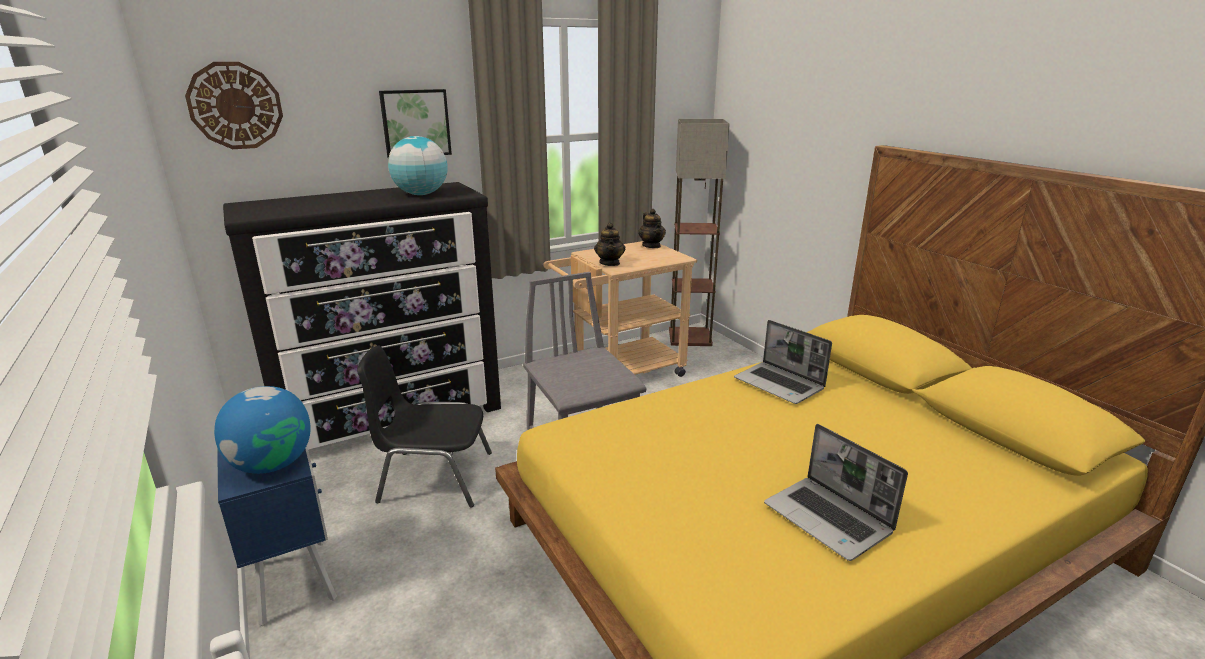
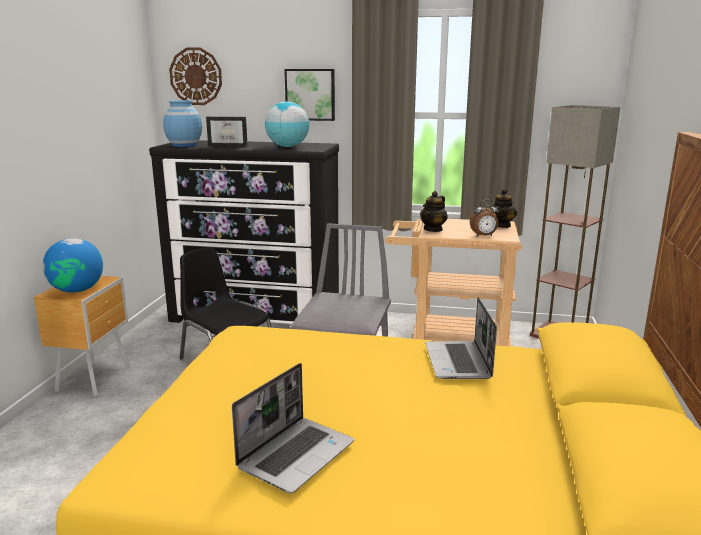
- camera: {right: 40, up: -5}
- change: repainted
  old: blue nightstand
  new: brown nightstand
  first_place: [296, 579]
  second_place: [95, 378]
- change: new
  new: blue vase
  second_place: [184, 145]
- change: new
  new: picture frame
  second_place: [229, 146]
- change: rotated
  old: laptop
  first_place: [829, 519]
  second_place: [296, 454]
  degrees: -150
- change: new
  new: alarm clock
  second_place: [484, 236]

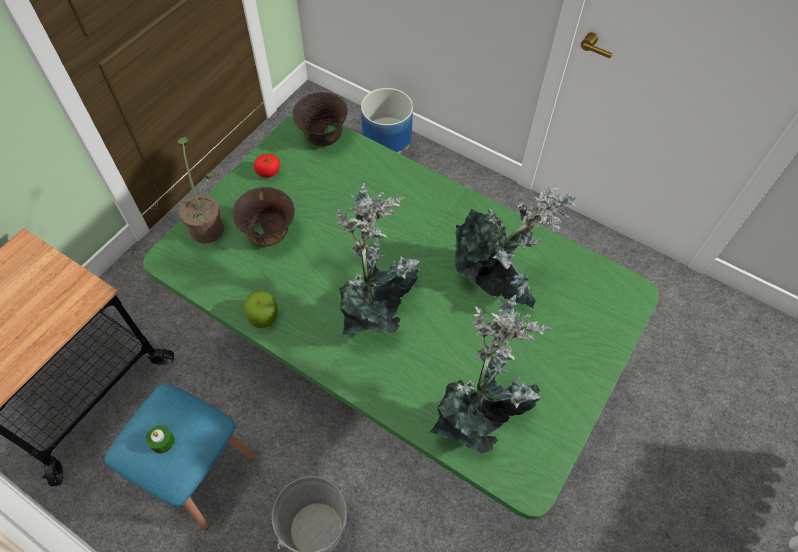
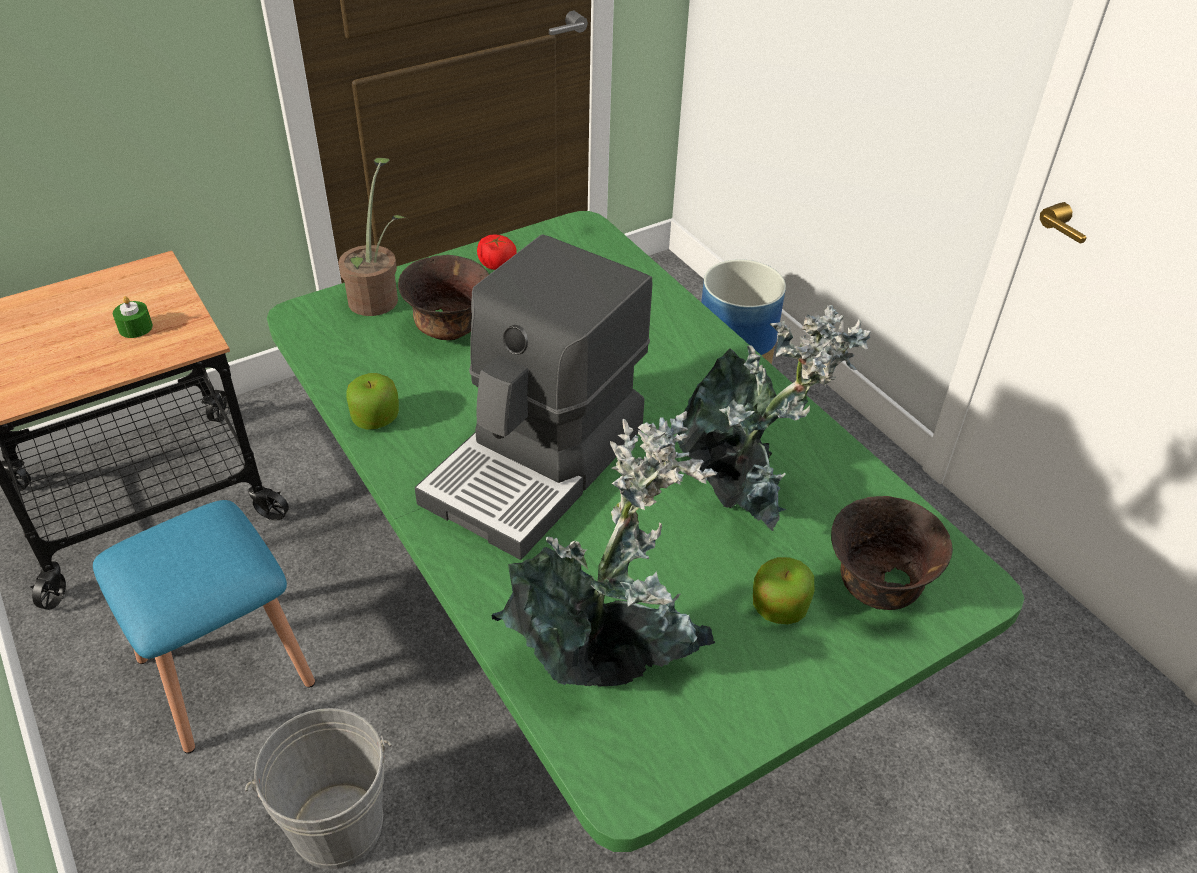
- camera: {right: 25, up: -15}
- change: shifted
  old: green candle
  first_place: [162, 441]
  second_place: [135, 328]
- change: swapped
  old: potted plant
  new: coffee machine
  first_place: [377, 309]
  second_place: [538, 465]
- change: new
  new: apple
  second_place: [779, 607]
- change: shifted
  old: brown bowl
  first_place: [323, 138]
  second_place: [876, 590]

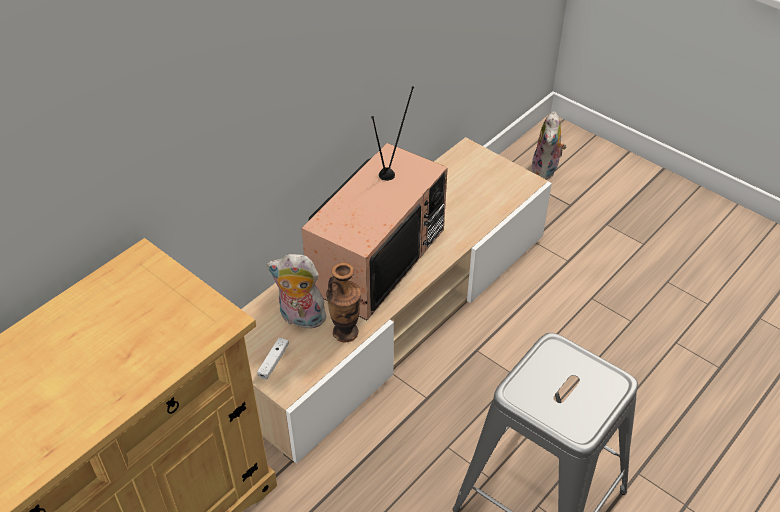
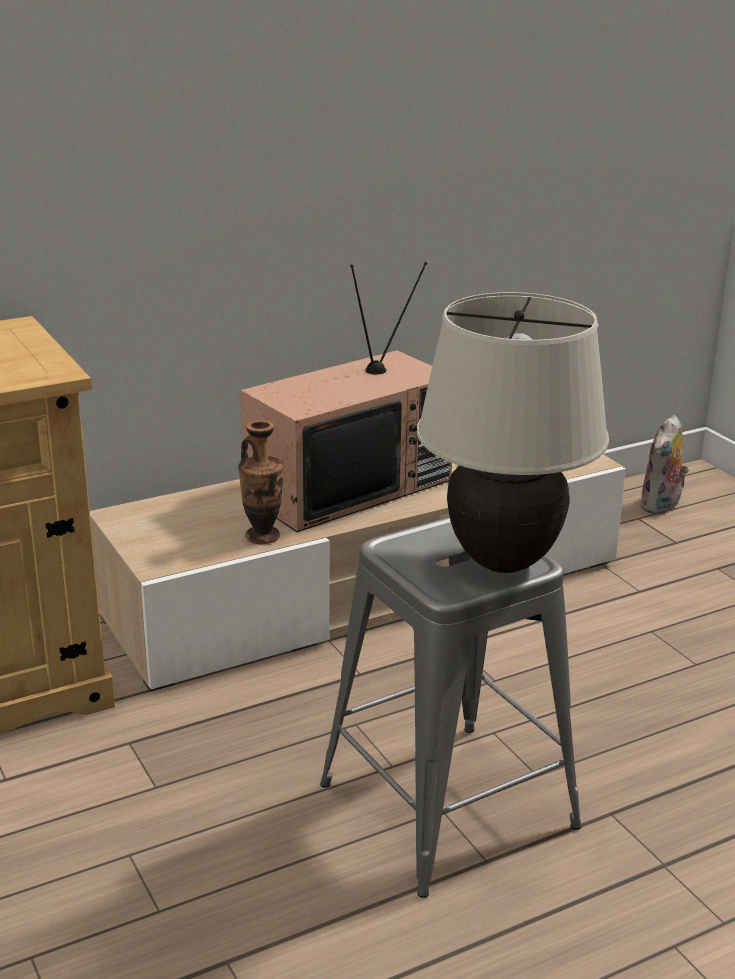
- camera: {right: 20, up: -20}
- change: new
  new: beige table lamp
  second_place: [502, 562]
- change: gone
  old: white game controller
  first_place: [273, 361]
- change: gone
  old: plush toy
  first_place: [300, 319]

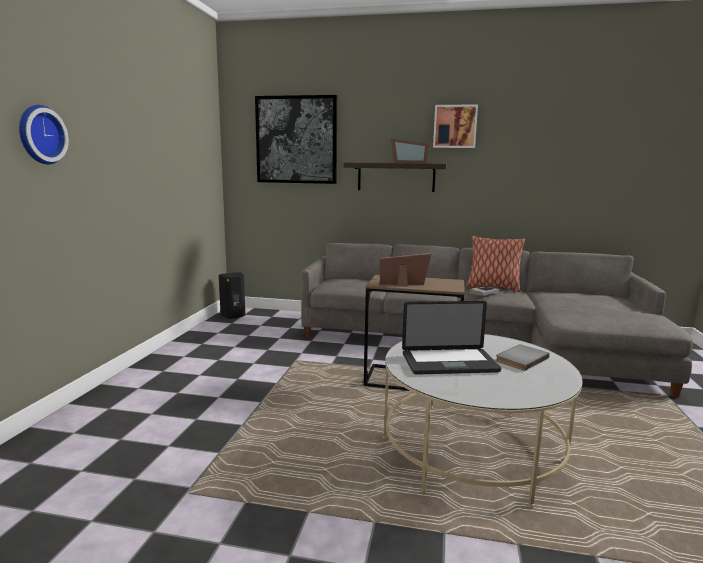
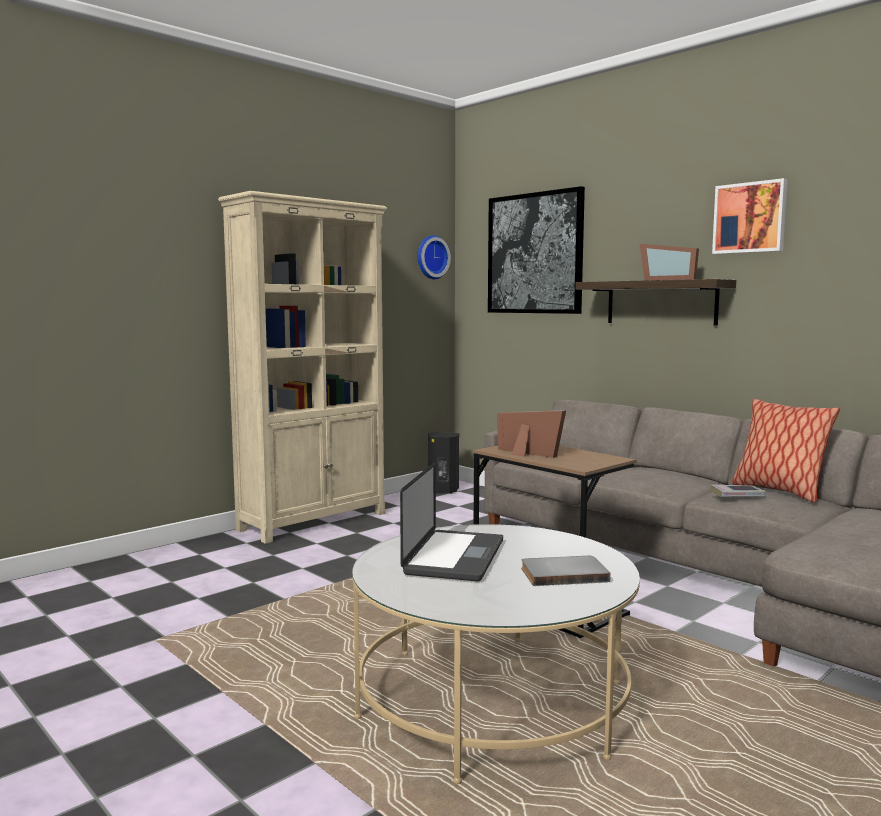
- camera: {right: 35, up: -5}
- change: new
  new: beige bookcase
  second_place: [314, 521]
- change: rotated
  old: laptop
  first_place: [449, 363]
  second_place: [455, 557]
  degrees: -105
- change: shifted
  old: wall clock
  first_place: [39, 135]
  second_place: [431, 257]

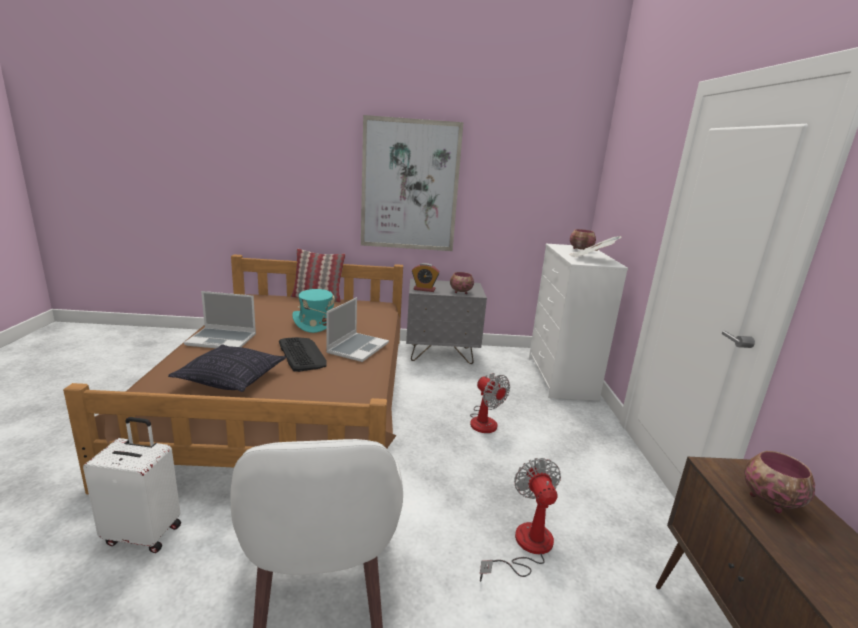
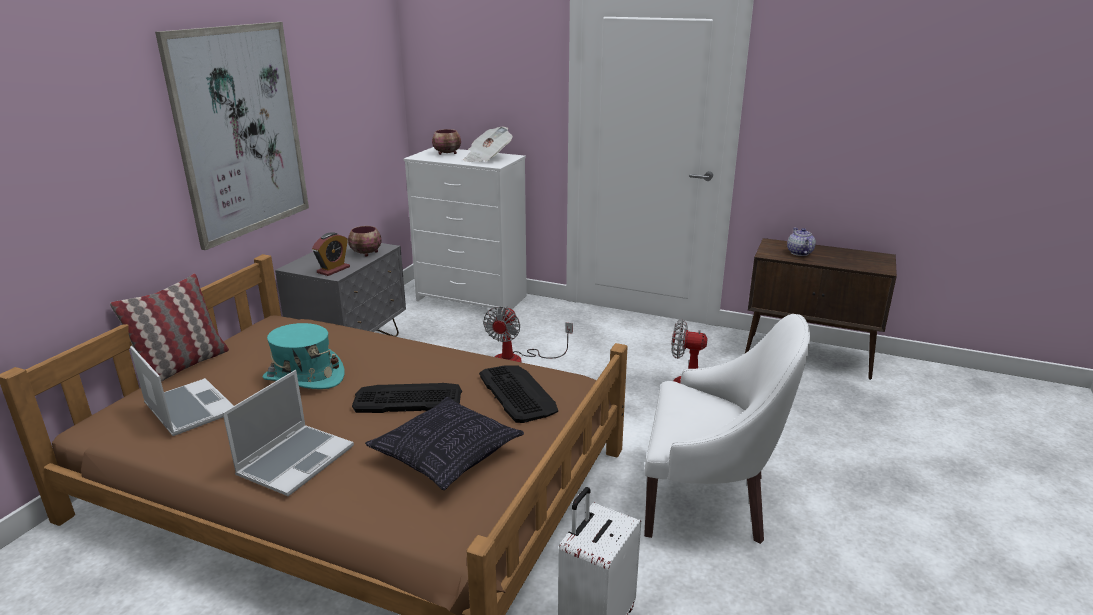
- camera: {right: -65, up: 5}
- change: shifted
  old: laptop
  first_place: [357, 348]
  second_place: [188, 409]
- change: new
  new: keyboard
  second_place: [517, 393]
- change: rotated
  old: fan
  first_place: [485, 420]
  second_place: [517, 360]
  degrees: 120
- change: swapped
  old: bowl
  new: teapot
  first_place: [769, 500]
  second_place: [799, 253]

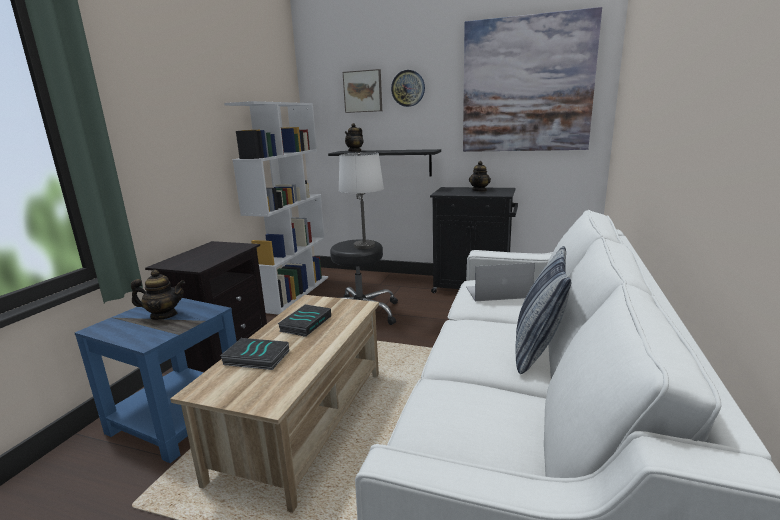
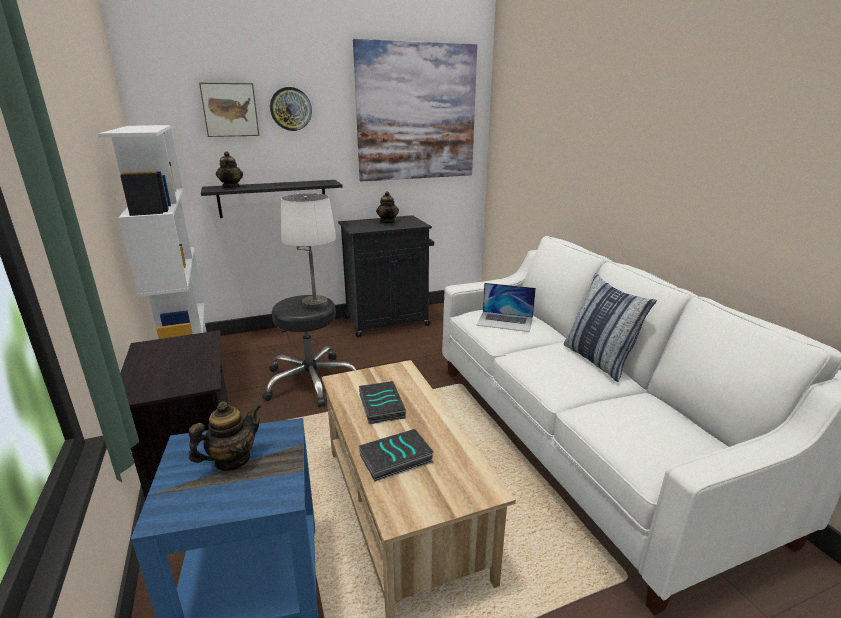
- camera: {right: -40, up: 5}
- change: rotated
  old: laptop
  first_place: [497, 292]
  second_place: [505, 321]
  degrees: -120

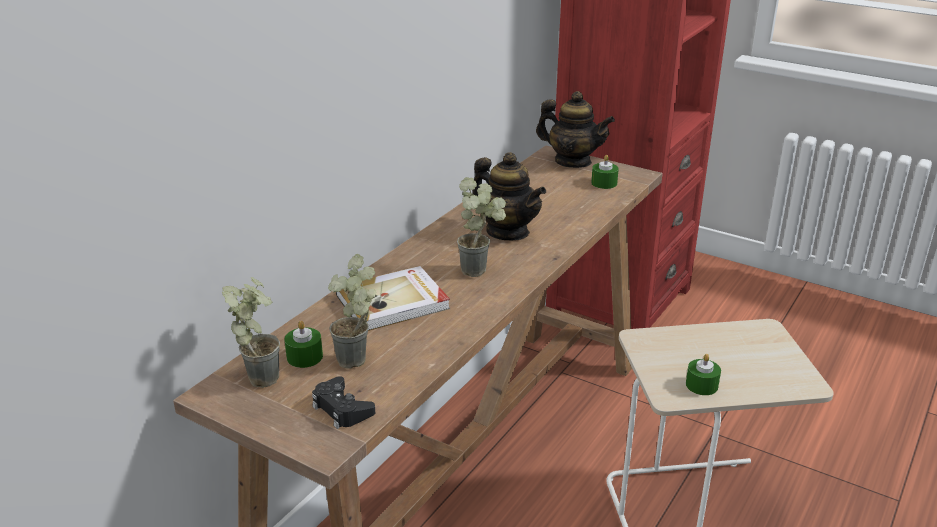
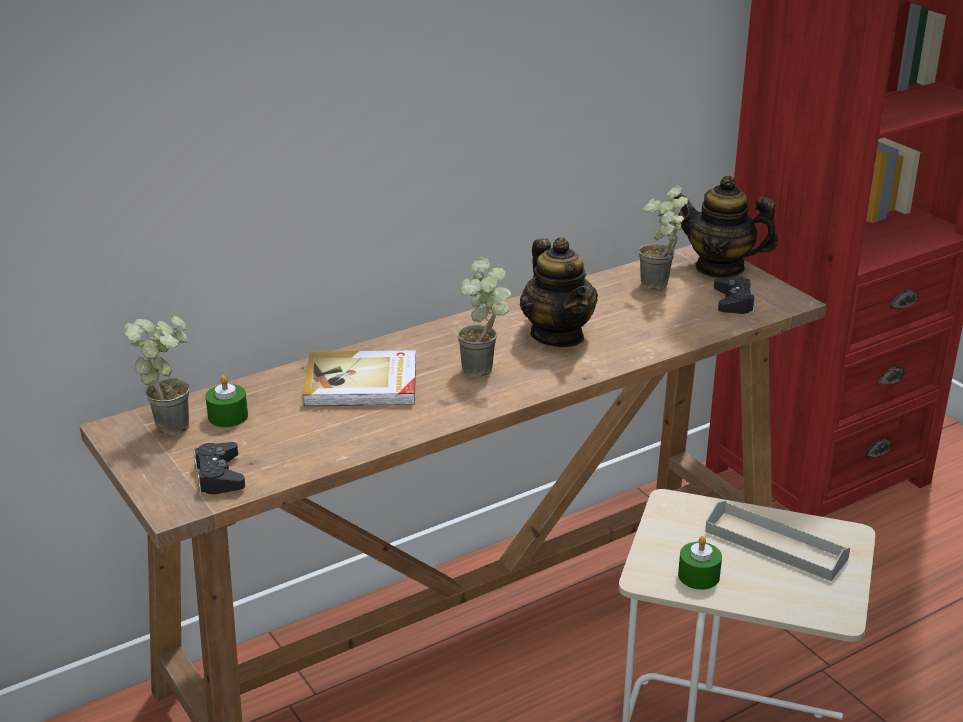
- camera: {right: 25, up: 0}
- change: shifted
  old: potted plant
  first_place: [359, 363]
  second_place: [660, 288]
- change: rotated
  old: teapot
  first_place: [572, 162]
  second_place: [720, 267]
  degrees: 150
- change: new
  new: grey tray
  second_place: [775, 545]
- change: swapped
  old: green candle
  new: black game controller
  first_place: [604, 183]
  second_place: [733, 302]

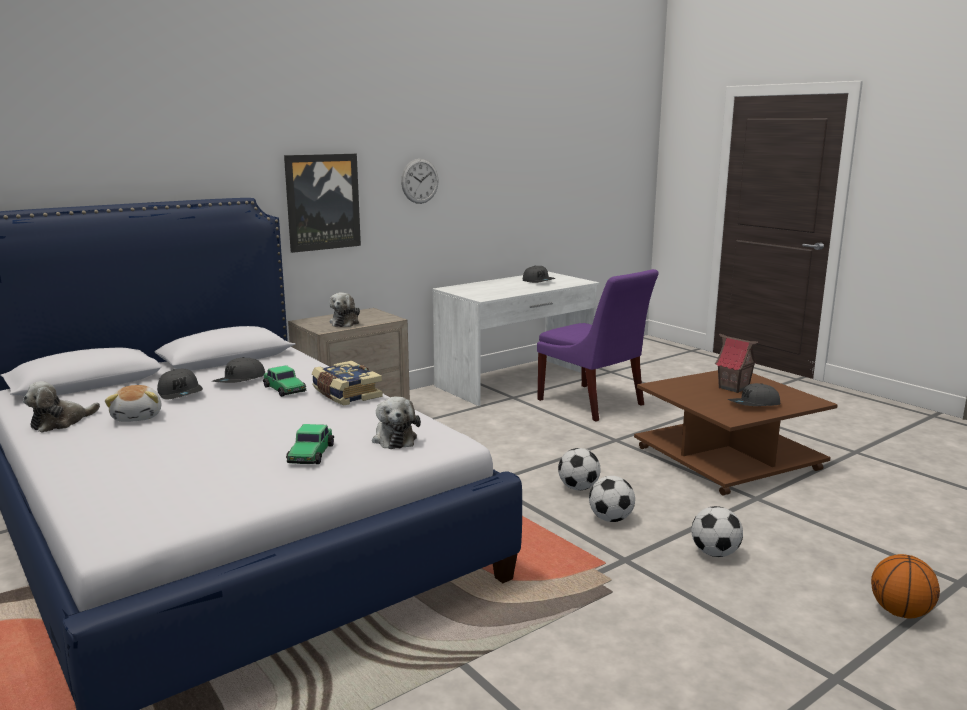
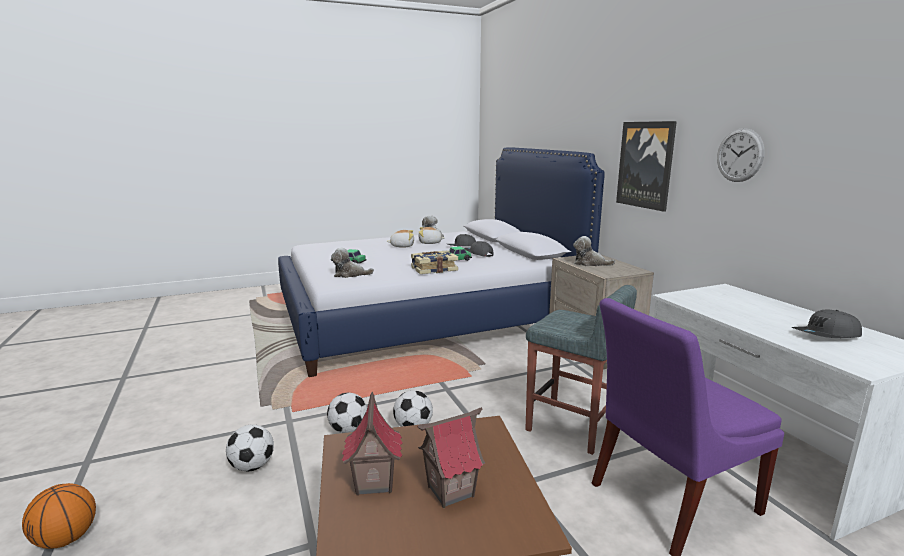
- camera: {right: 105, up: 0}
- change: swapped
  old: grey cap
  new: toy house
  first_place: [754, 405]
  second_place: [373, 482]
- change: new
  new: plush toy
  second_place: [402, 246]
- change: new
  new: grey stool
  second_place: [572, 427]

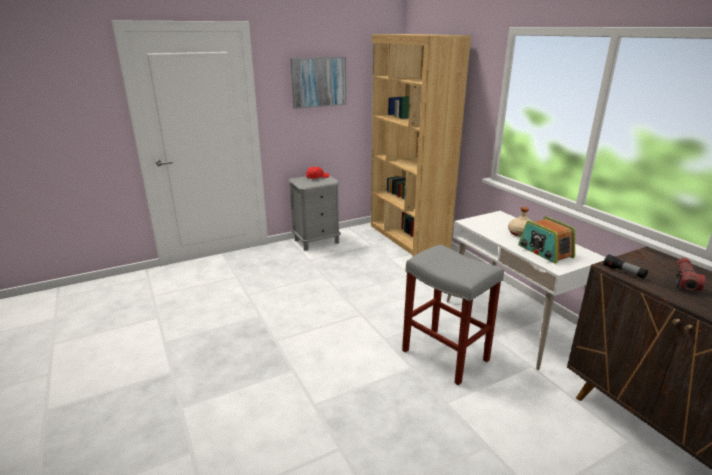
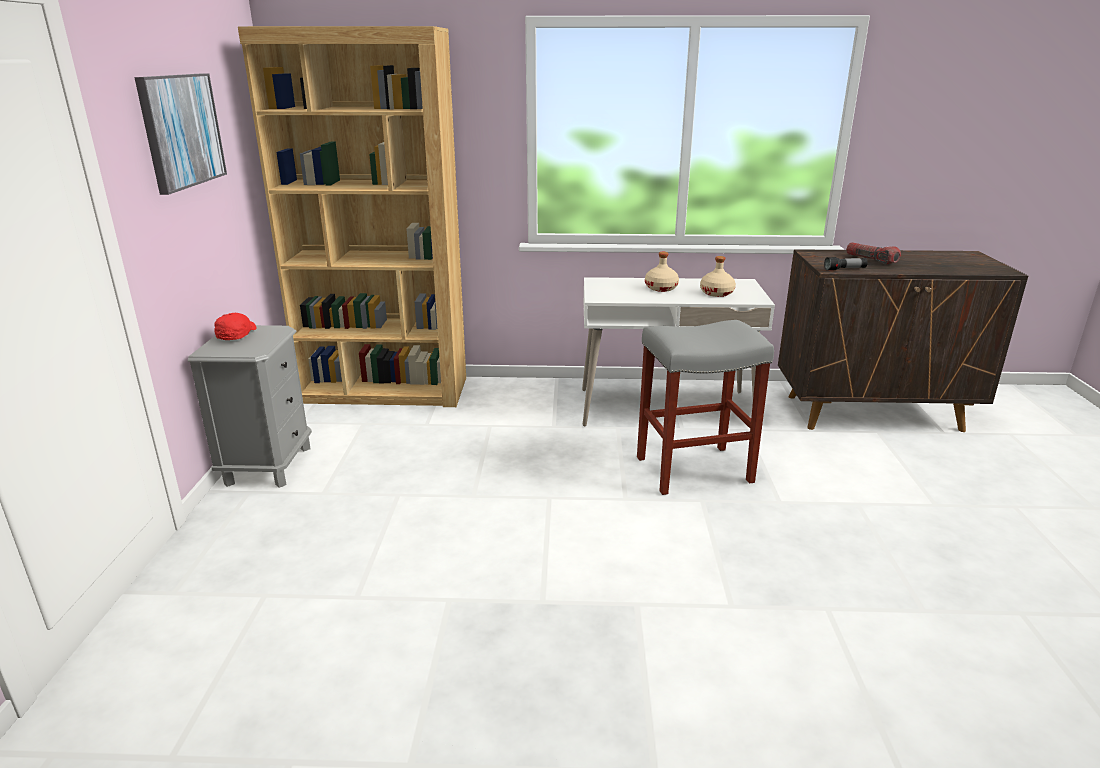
- camera: {right: -60, up: 0}
- change: swapped
  old: radio
  new: beige bottle
  first_place: [545, 251]
  second_place: [717, 293]

